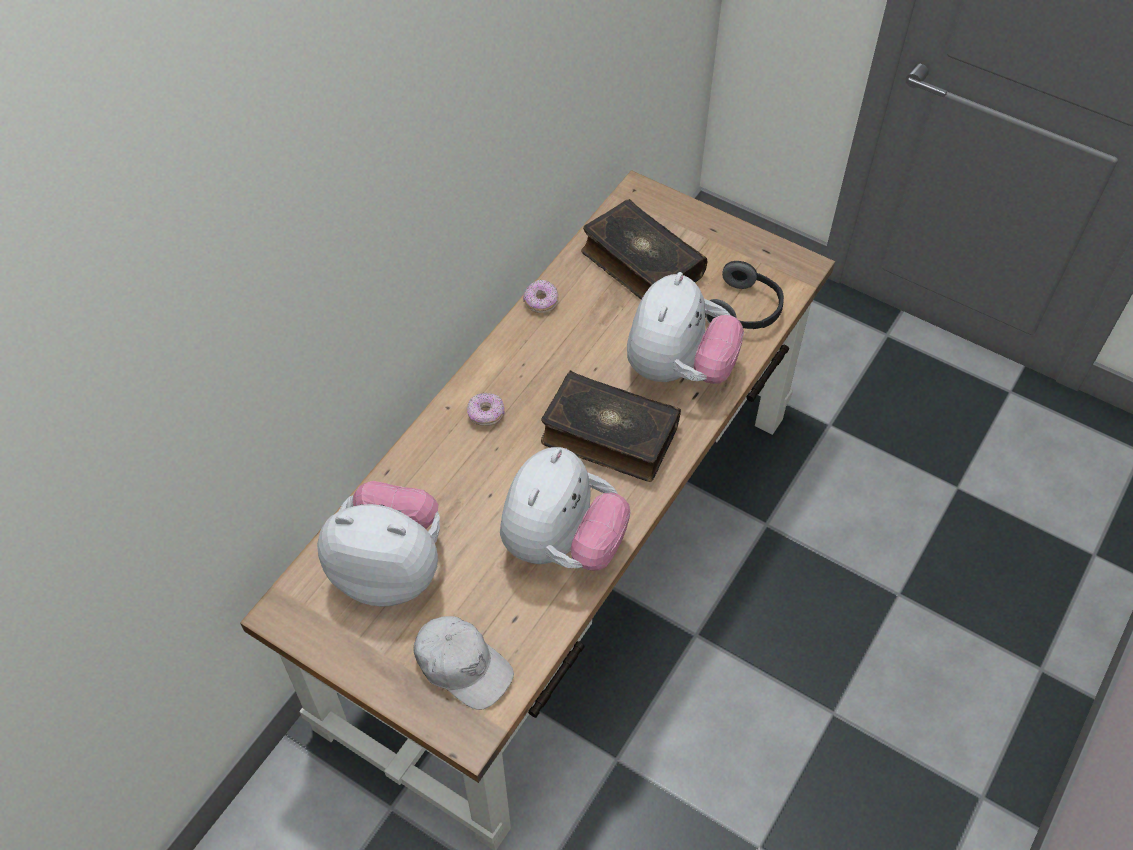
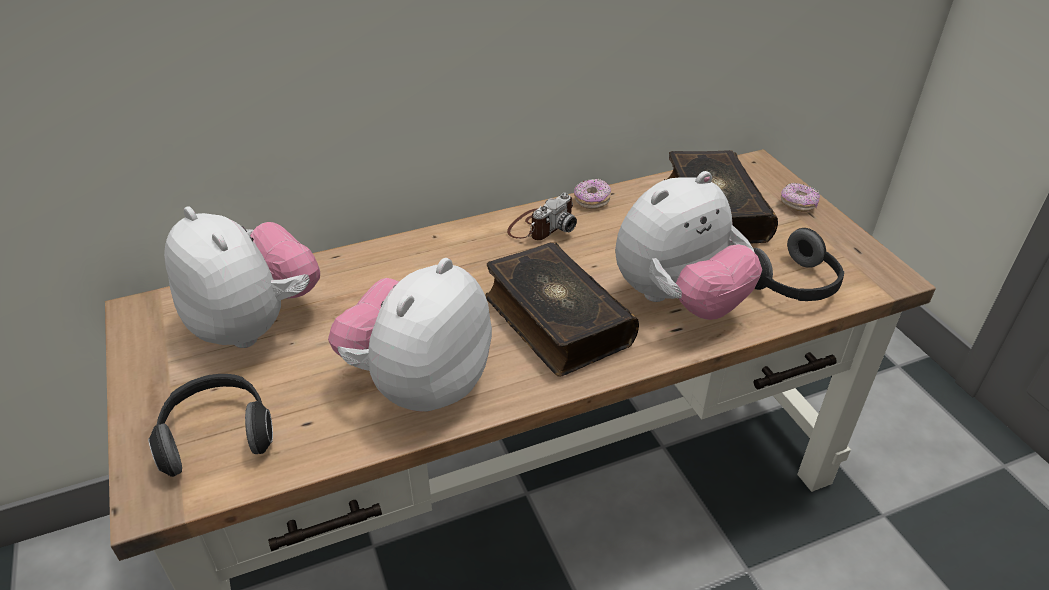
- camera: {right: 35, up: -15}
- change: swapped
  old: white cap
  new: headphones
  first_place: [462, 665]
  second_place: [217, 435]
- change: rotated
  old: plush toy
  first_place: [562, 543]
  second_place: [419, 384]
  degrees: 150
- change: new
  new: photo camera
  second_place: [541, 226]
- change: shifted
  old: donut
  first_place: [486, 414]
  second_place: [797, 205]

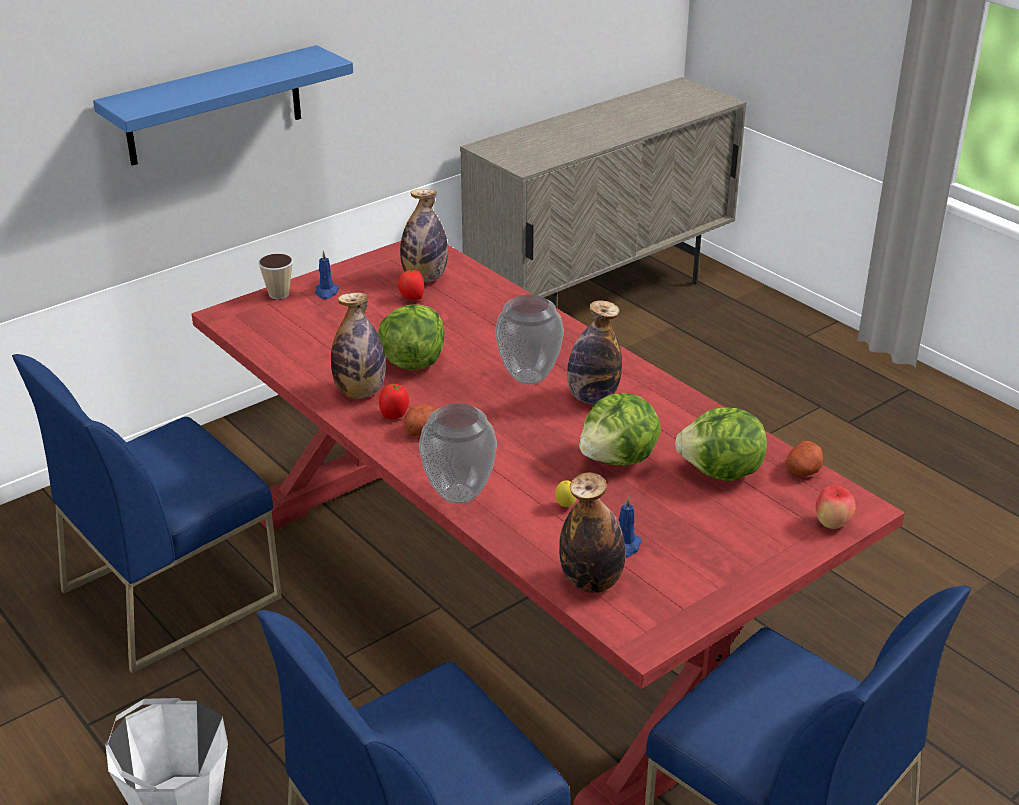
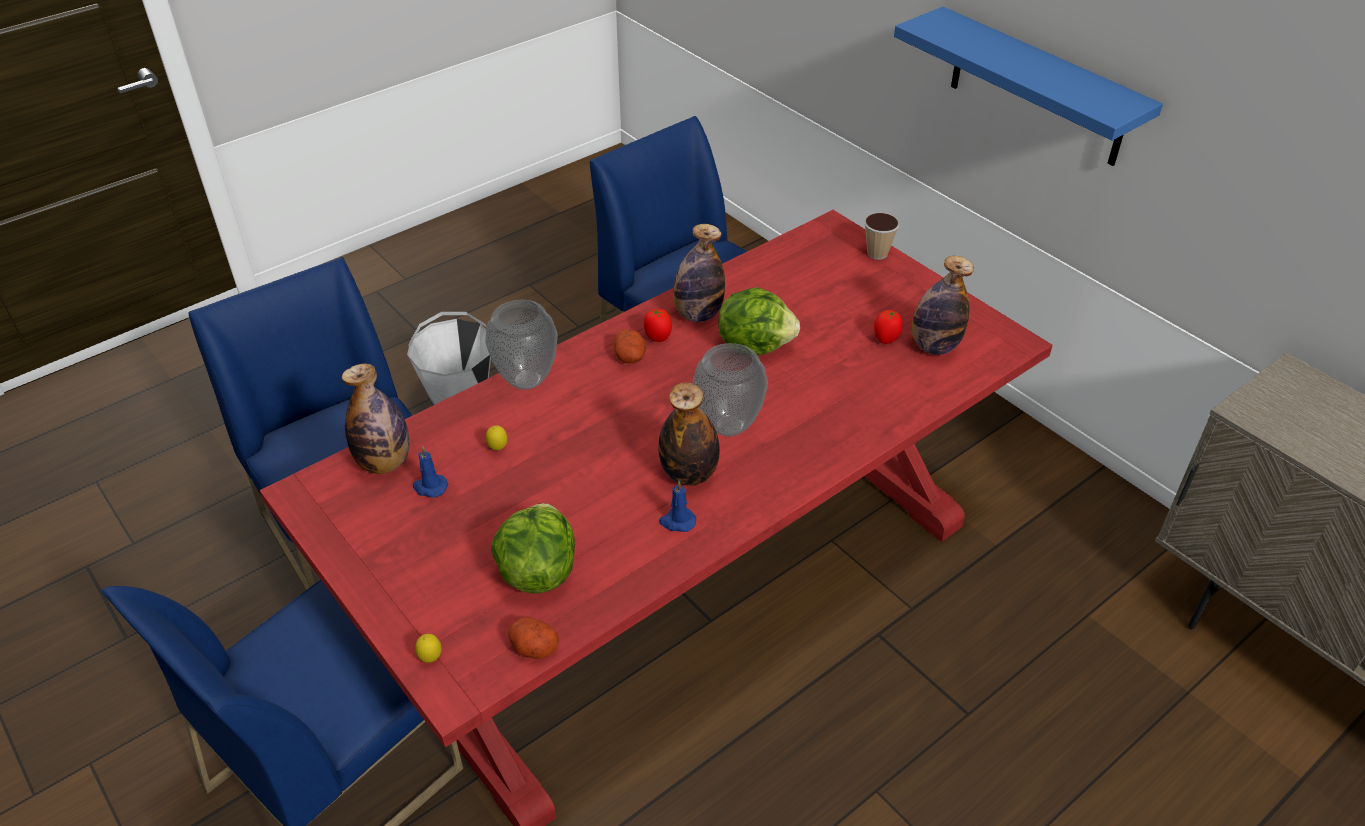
- camera: {right: 90, up: 10}
- change: swapped
  old: apple
  new: lemon
  first_place: [832, 524]
  second_place: [431, 658]
- change: shifted
  old: blue candle
  first_place: [326, 292]
  second_place: [677, 521]
- change: gone
  old: lettuce
  first_place: [619, 459]

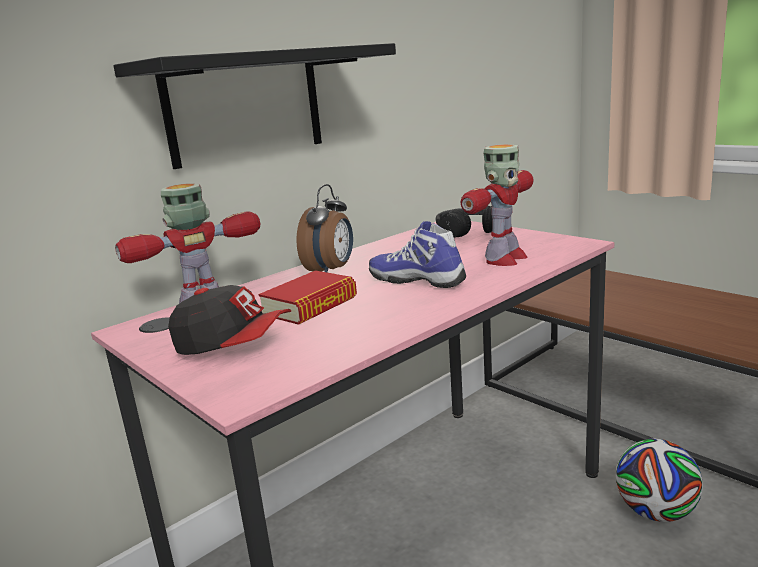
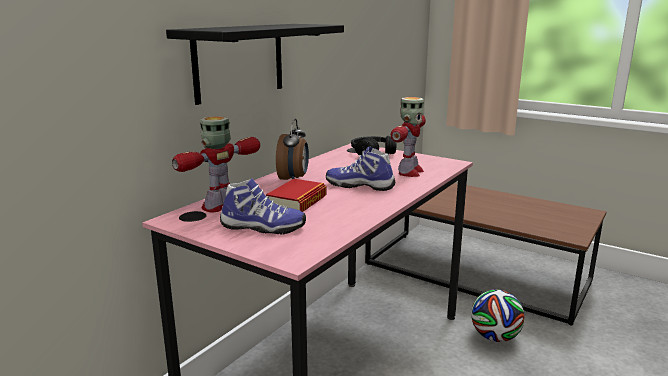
- camera: {right: -15, up: 0}
- change: swapped
  old: cap
  new: shoe
  first_place: [233, 345]
  second_place: [262, 228]

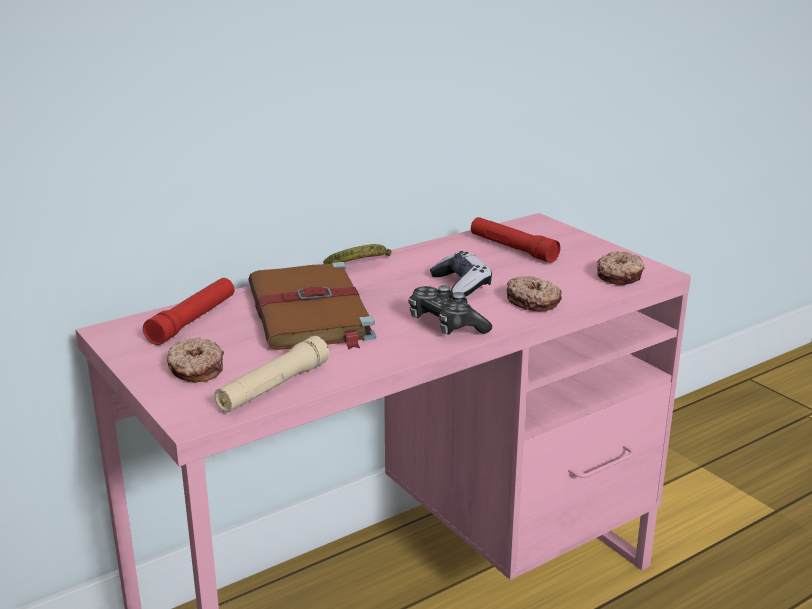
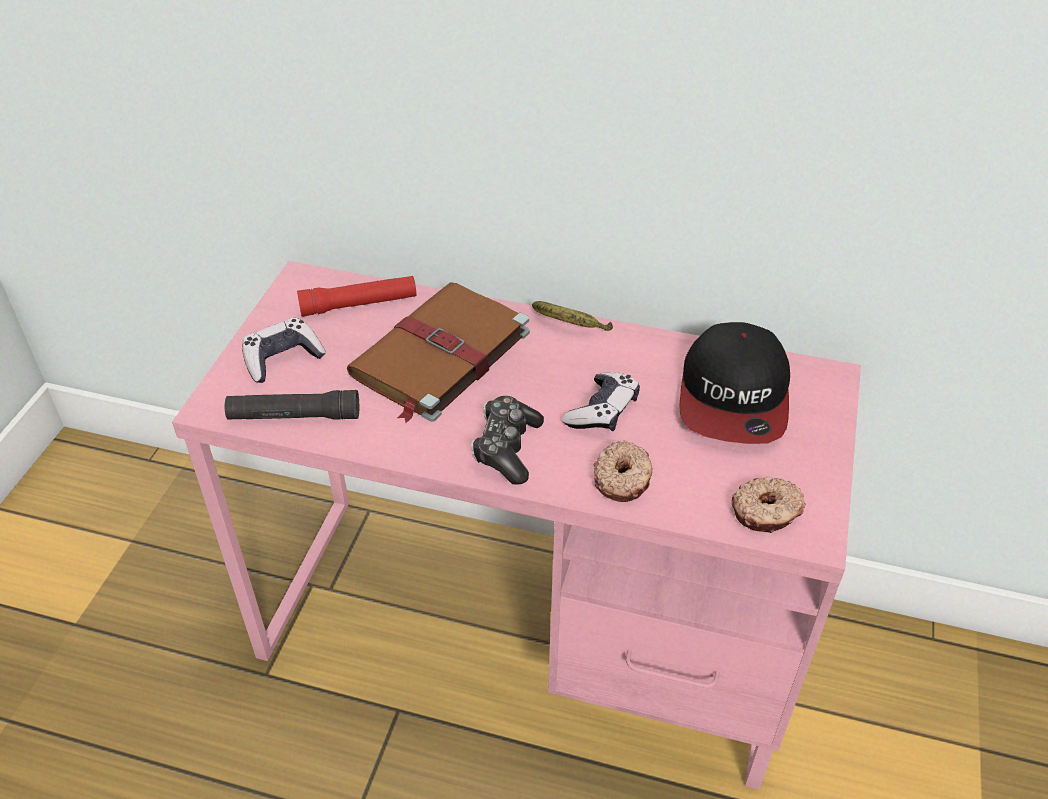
- camera: {right: 50, up: 20}
- change: repainted
  old: beige flashlight
  new: black flashlight
  first_place: [273, 387]
  second_place: [294, 416]
- change: swapped
  old: donut
  new: game controller
  first_place: [195, 369]
  second_place: [282, 359]
- change: swapped
  old: red flashlight
  new: cap
  first_place: [512, 248]
  second_place: [734, 397]

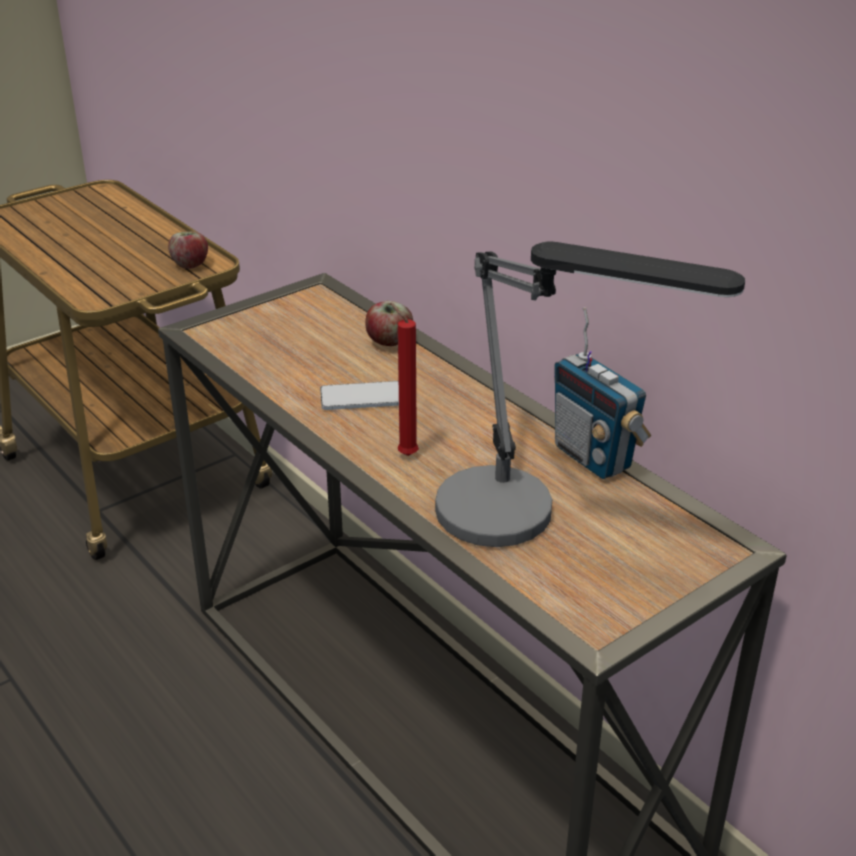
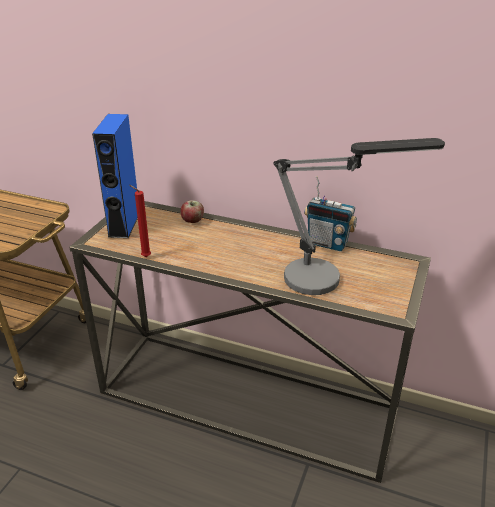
- camera: {right: -30, up: 0}
- change: new
  new: blue speaker
  second_place: [124, 224]
- change: shifted
  old: red candle
  first_place: [405, 454]
  second_place: [144, 257]
- change: gone
  old: apple
  first_place: [190, 265]
- change: gone
  old: phone
  first_place: [362, 397]

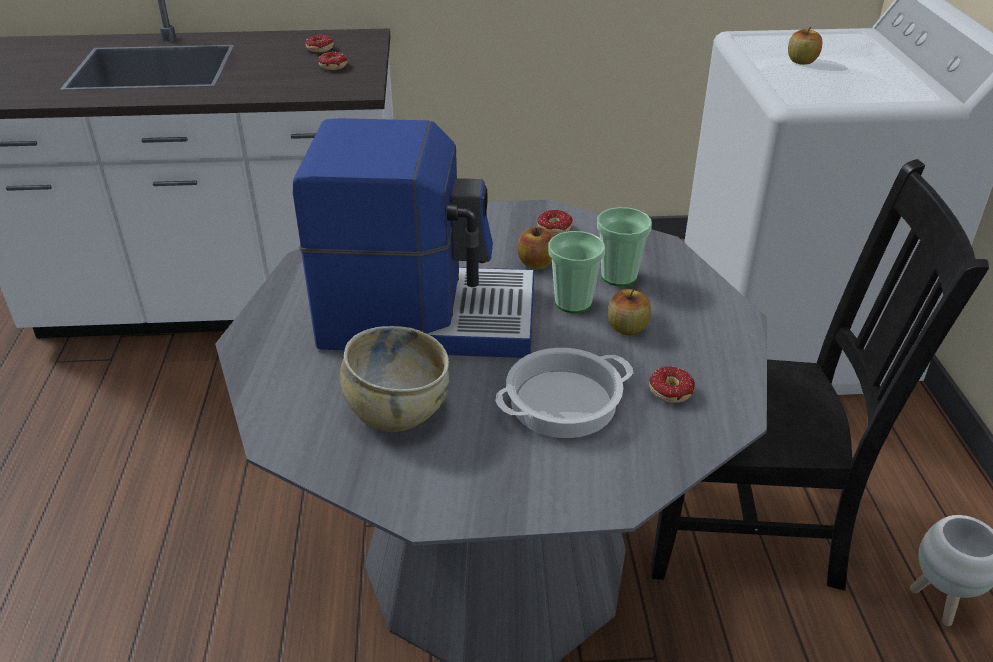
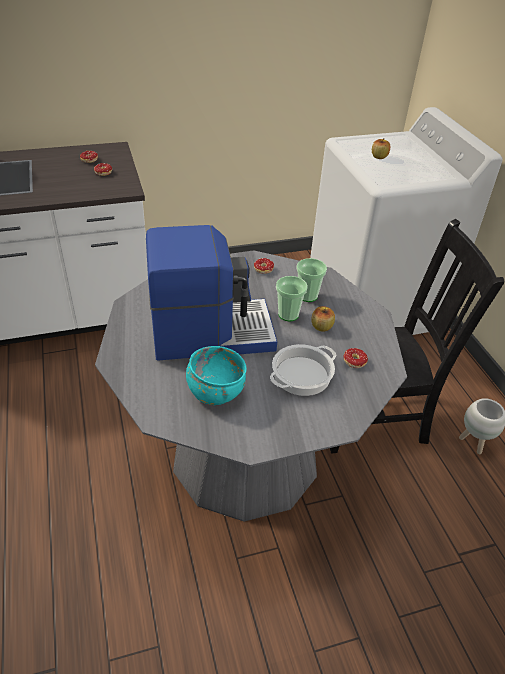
- camera: {right: -15, up: 5}
- change: repainted
  old: beige bowl
  new: turquoise bowl
  first_place: [397, 411]
  second_place: [215, 392]
- change: gone
  old: apple
  first_place: [536, 263]

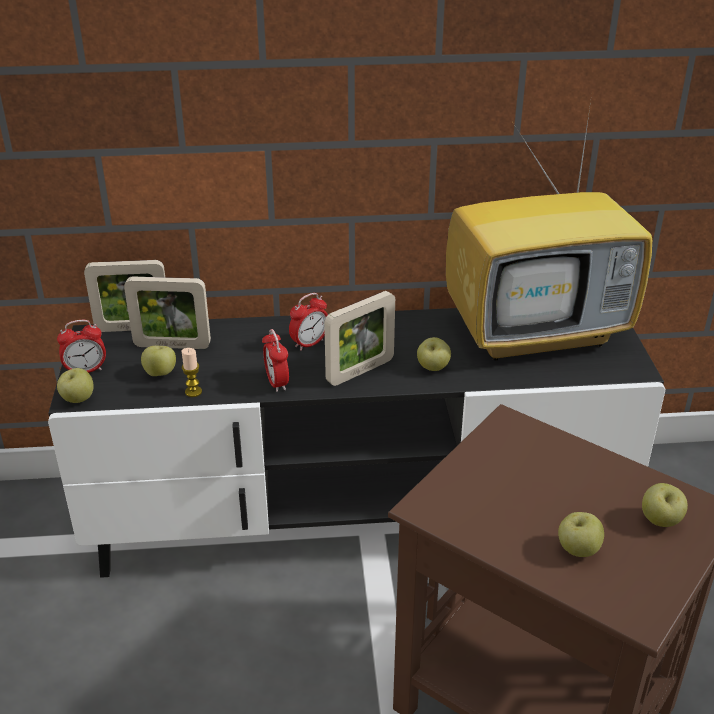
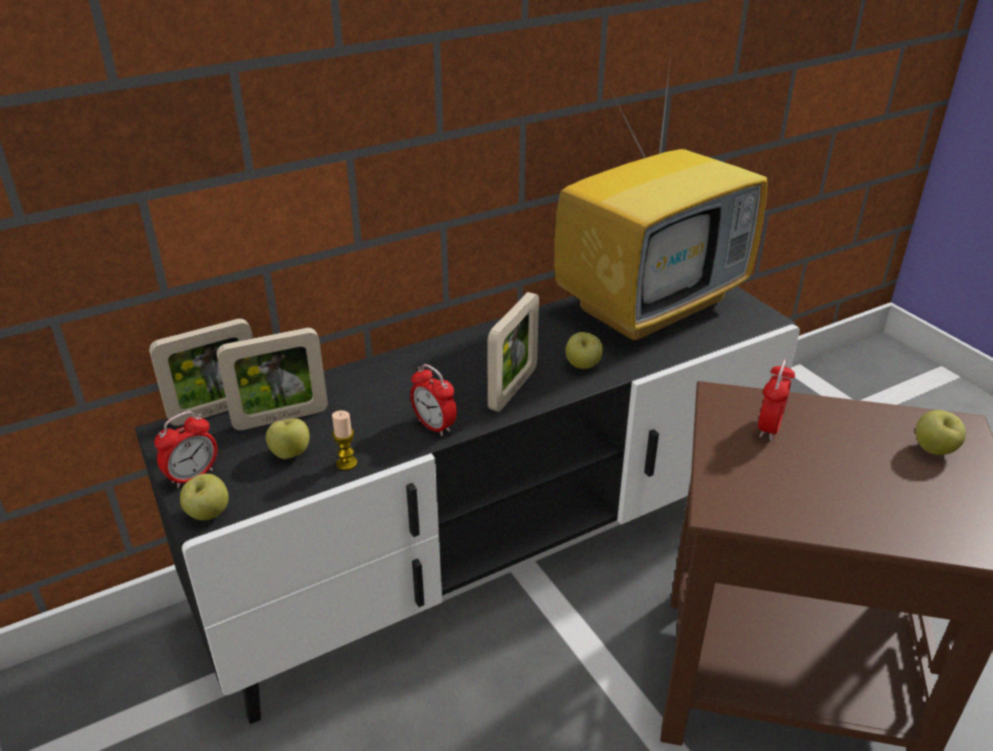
- camera: {right: -25, up: 0}
- change: shifted
  old: alarm clock
  first_place: [309, 343]
  second_place: [769, 428]
- change: gone
  old: apple
  first_place: [578, 550]

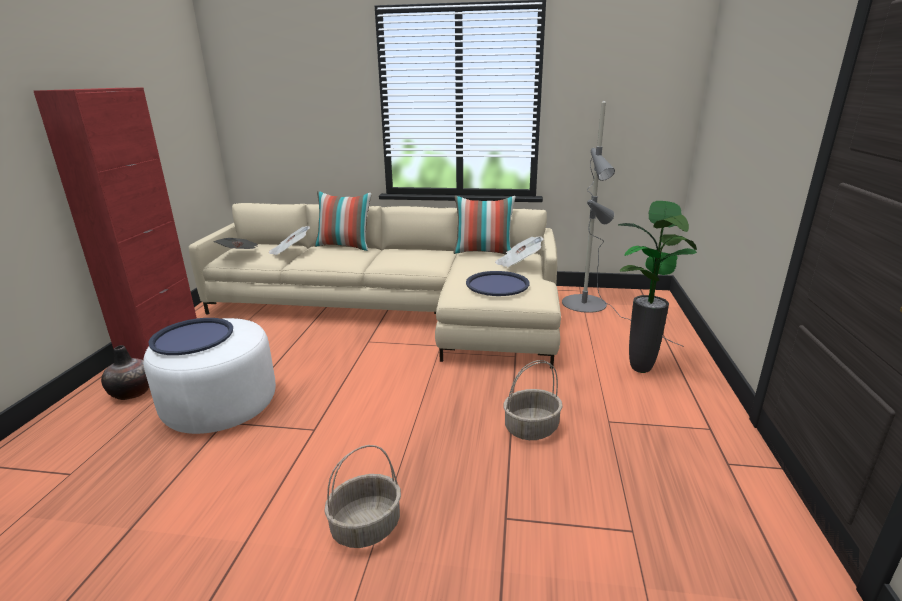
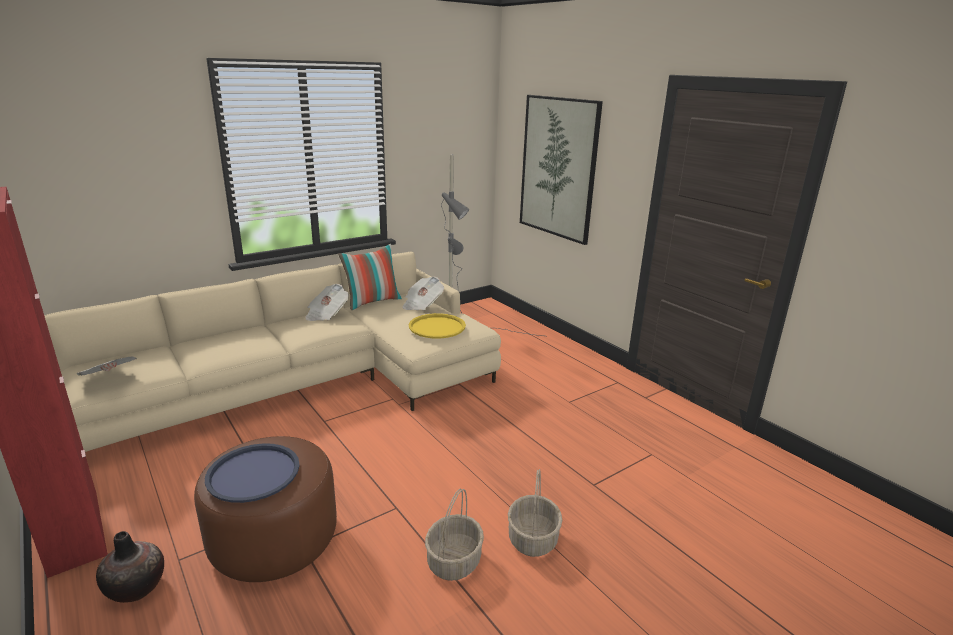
- camera: {right: -45, up: 0}
- change: repainted
  old: white ottoman
  new: brown ottoman
  first_place: [221, 405]
  second_place: [274, 539]
- change: shifted
  old: newspaper
  first_place: [290, 252]
  second_place: [326, 314]
- change: repainted
  old: blue tray
  new: yellow tray
  first_place: [497, 284]
  second_place: [437, 327]
- change: shifted
  old: basket
  first_place: [531, 428]
  second_place: [454, 561]
- change: new
  new: picture
  second_place: [558, 168]
- change: gone
  old: pillow
  first_place: [345, 246]
- change: gone
  old: potted plant
  first_place: [641, 369]

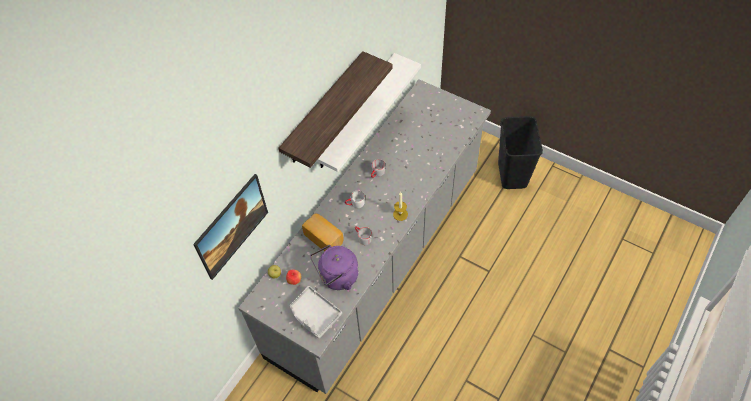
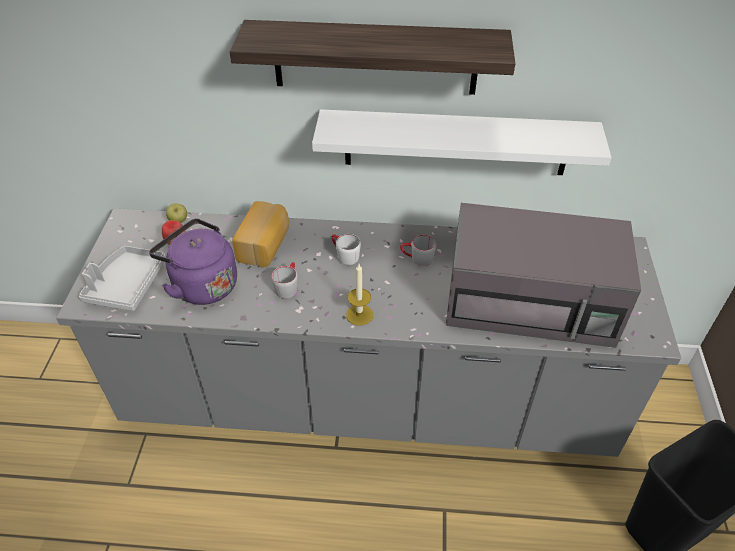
- camera: {right: 60, up: -10}
- change: new
  new: grey microwave
  second_place: [532, 300]
- change: gone
  old: picture
  first_place: [235, 235]

